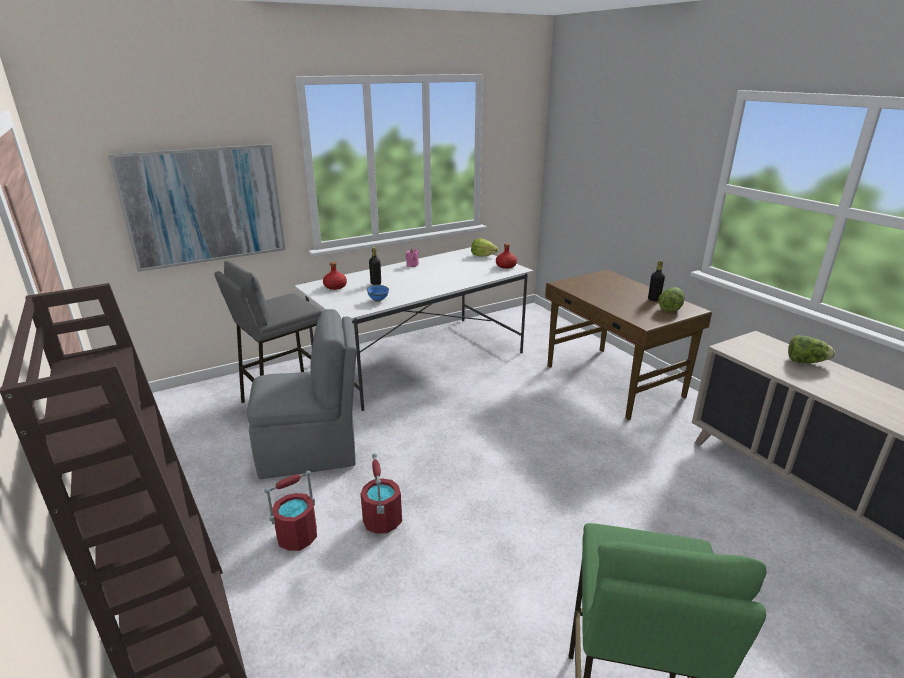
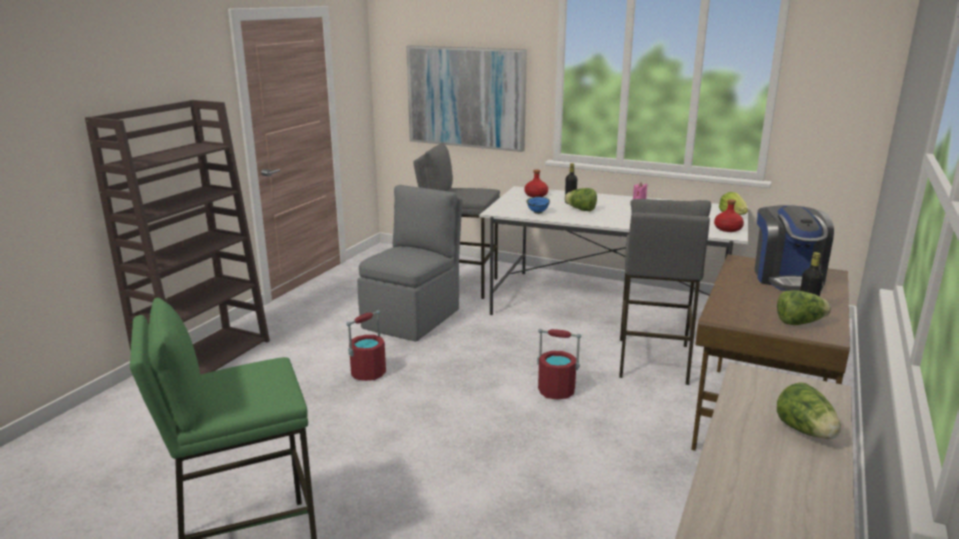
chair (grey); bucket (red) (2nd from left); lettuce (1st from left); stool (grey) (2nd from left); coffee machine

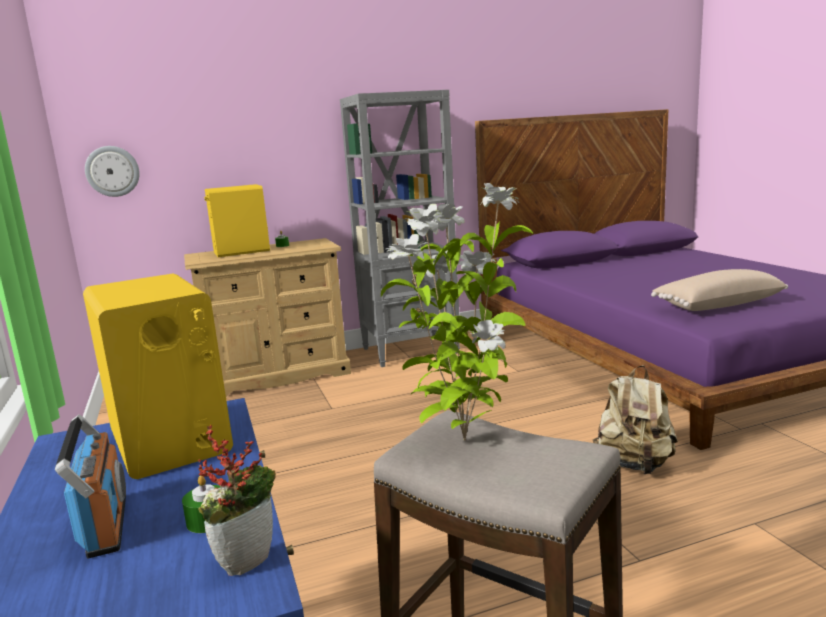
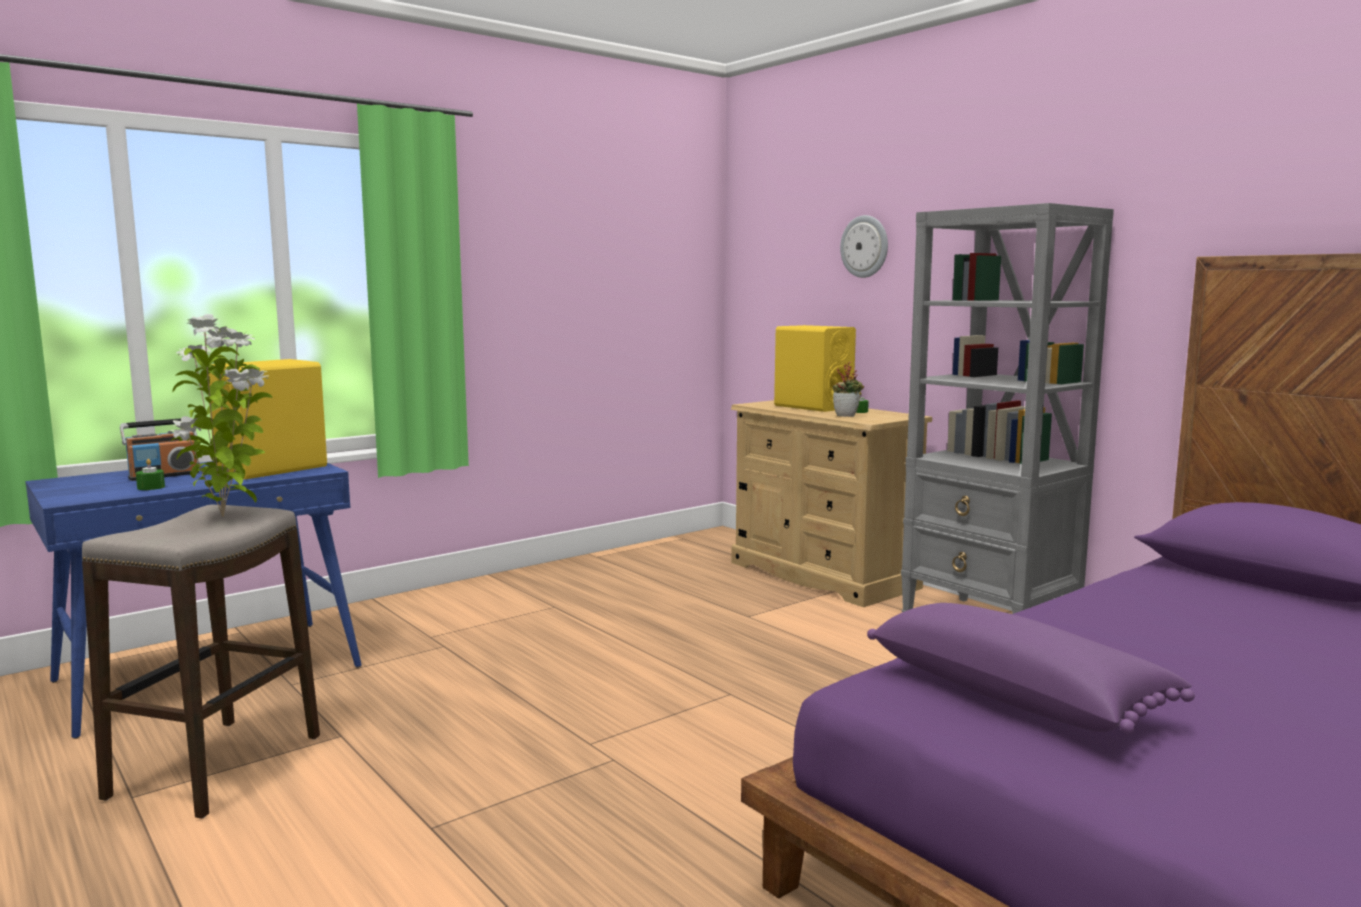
wall clock; potted plant (2nd from left); backpack (beige); pillow (purple)

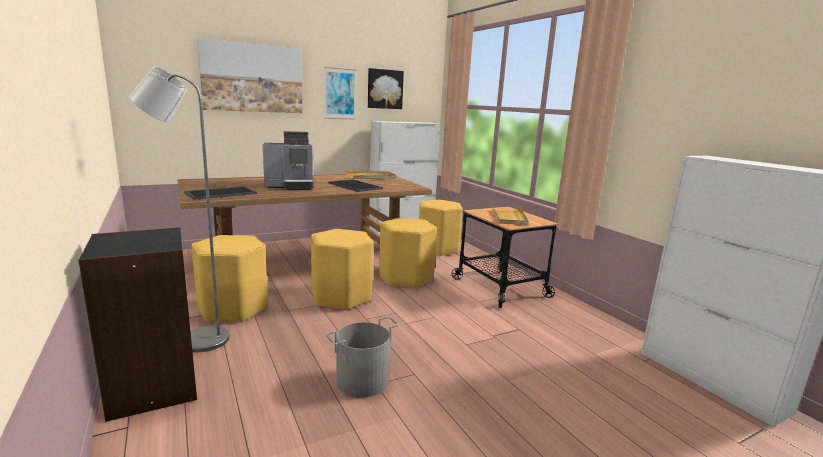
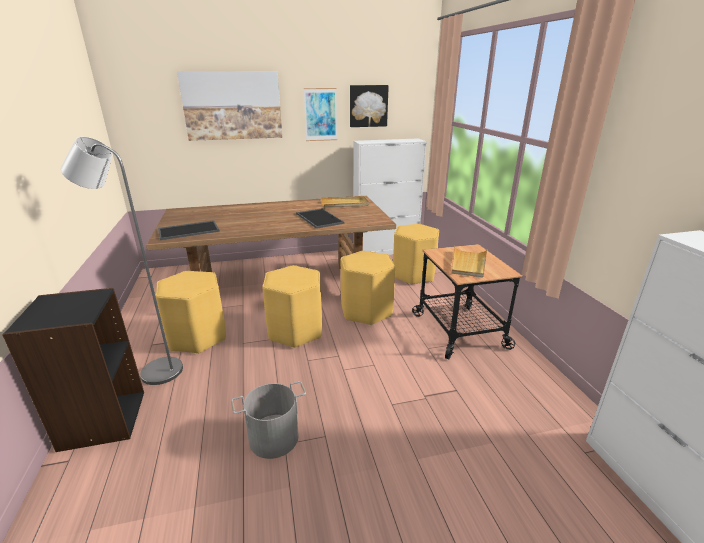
coffee machine

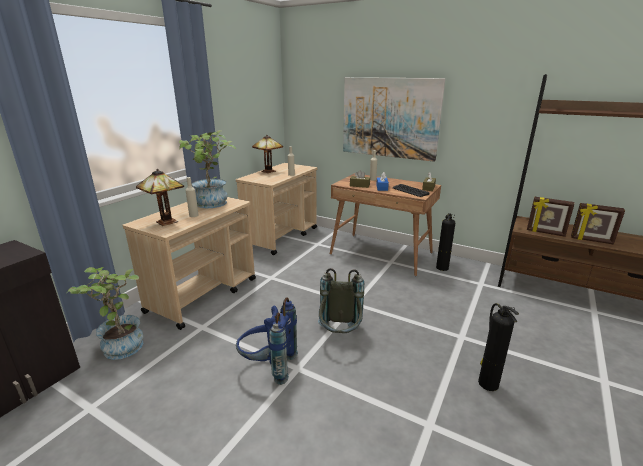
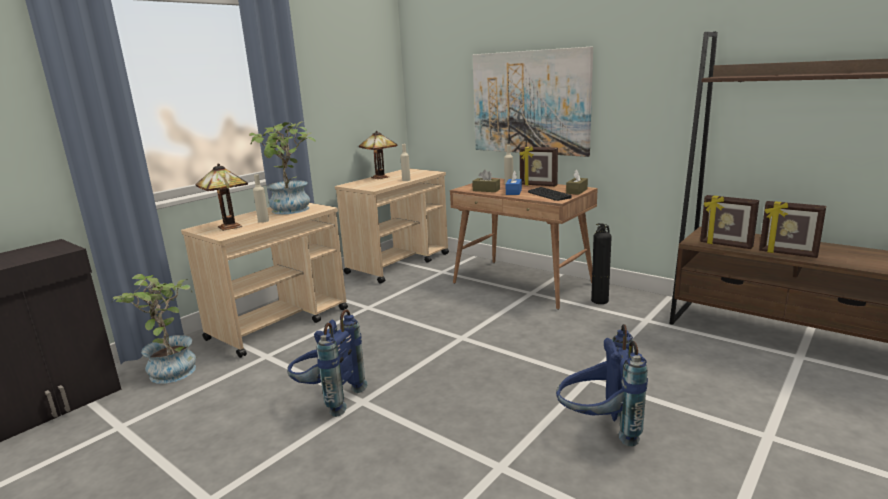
backpack (grey); backpack (blue) (2nd from left); picture frame (1st from left)

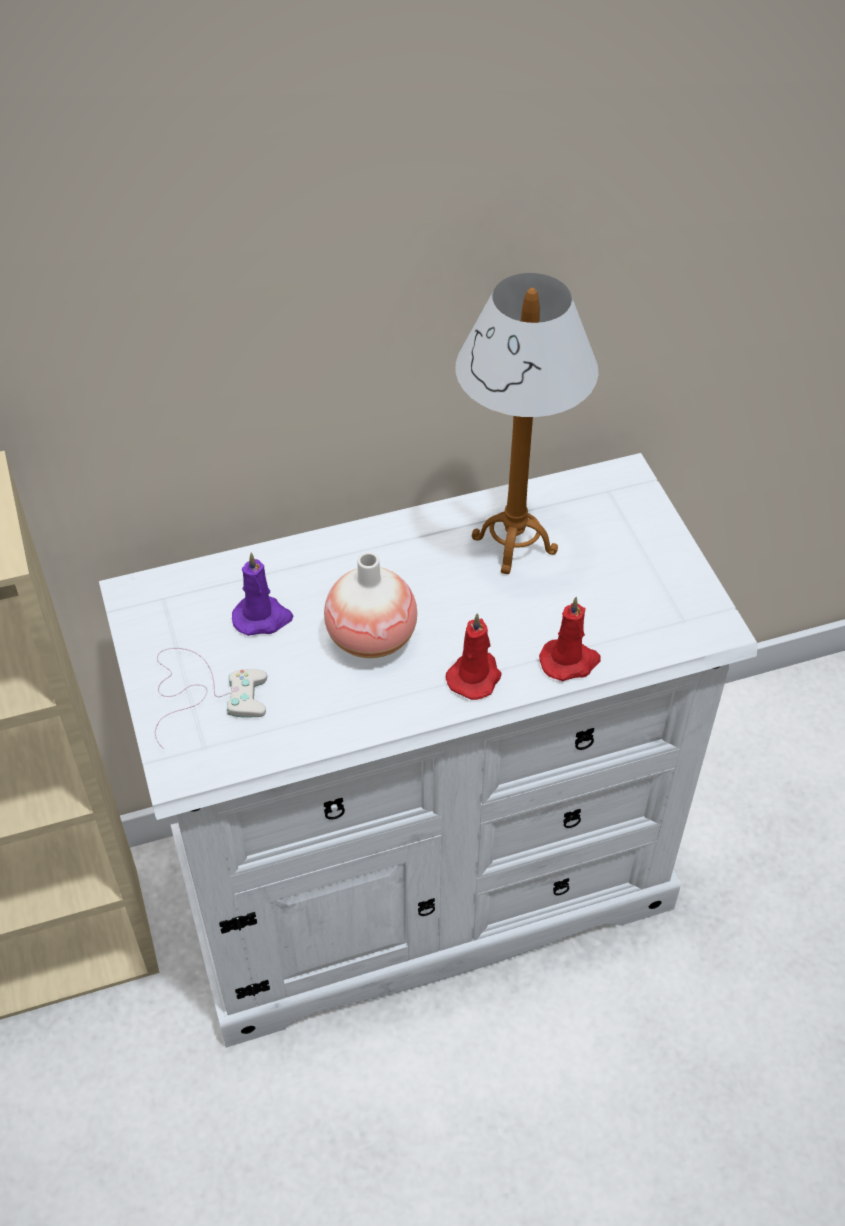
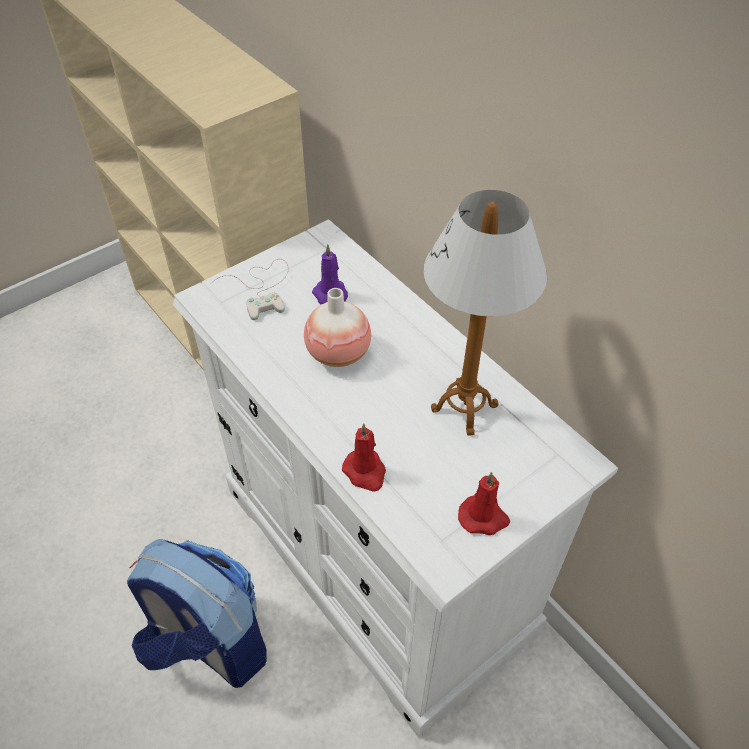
candle (red) (2nd from left); backpack

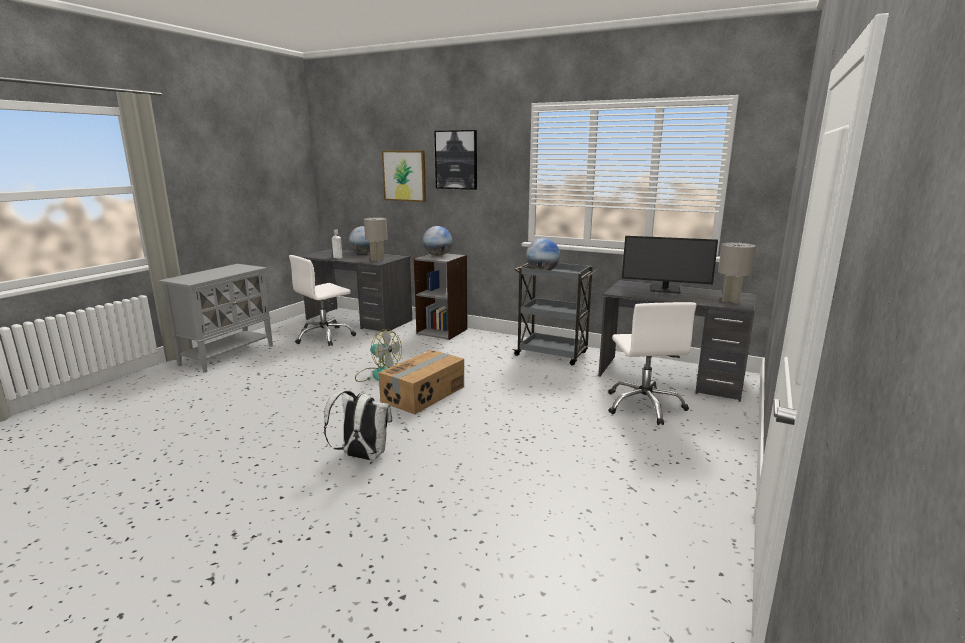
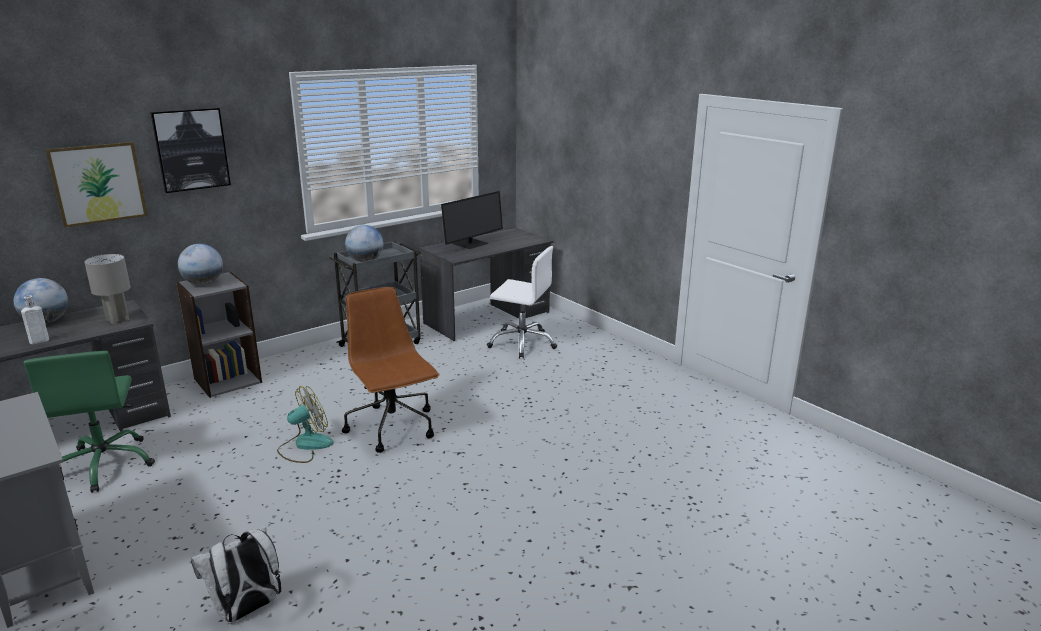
office chair (green); backpack (white); office chair (brown); table lamp (grey) (2nd from left in the first image)

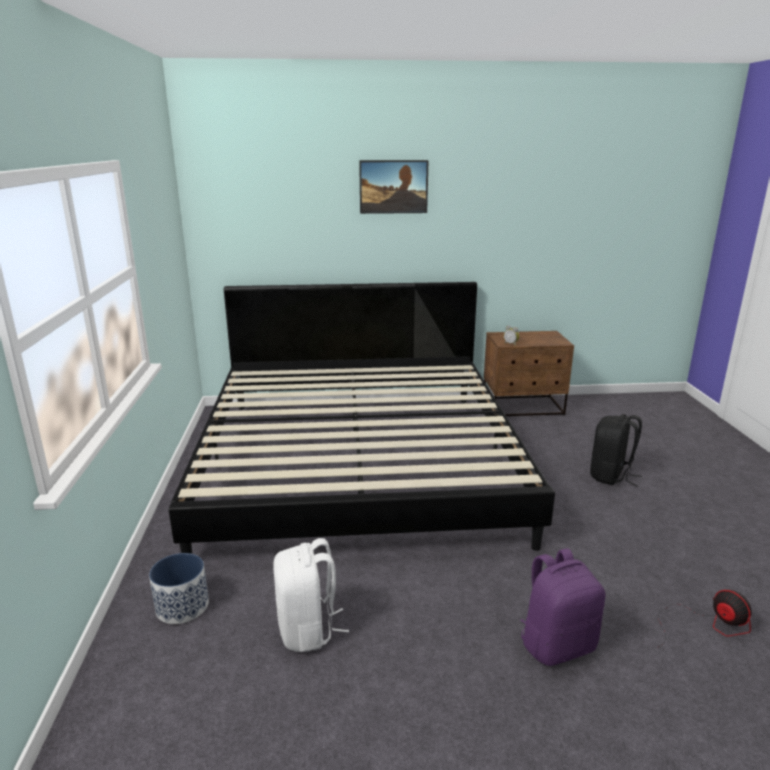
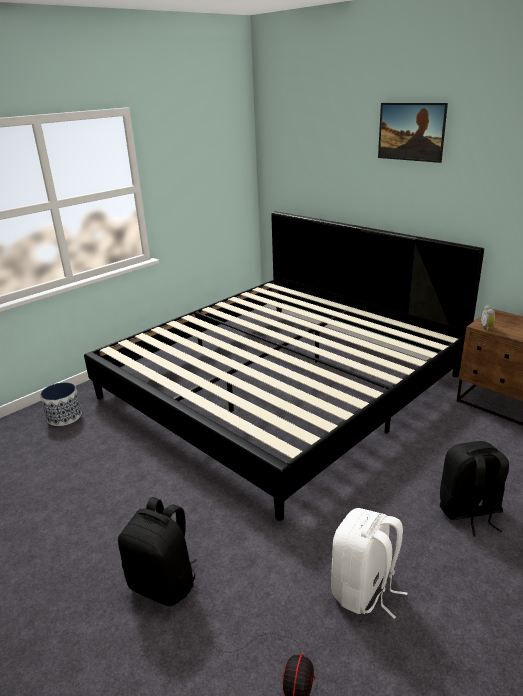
backpack (white); backpack (black) (1st from left)

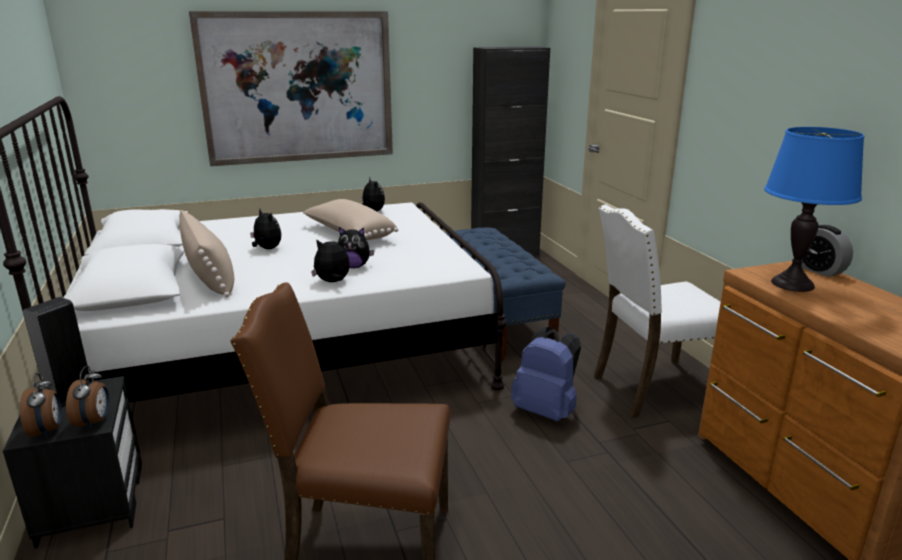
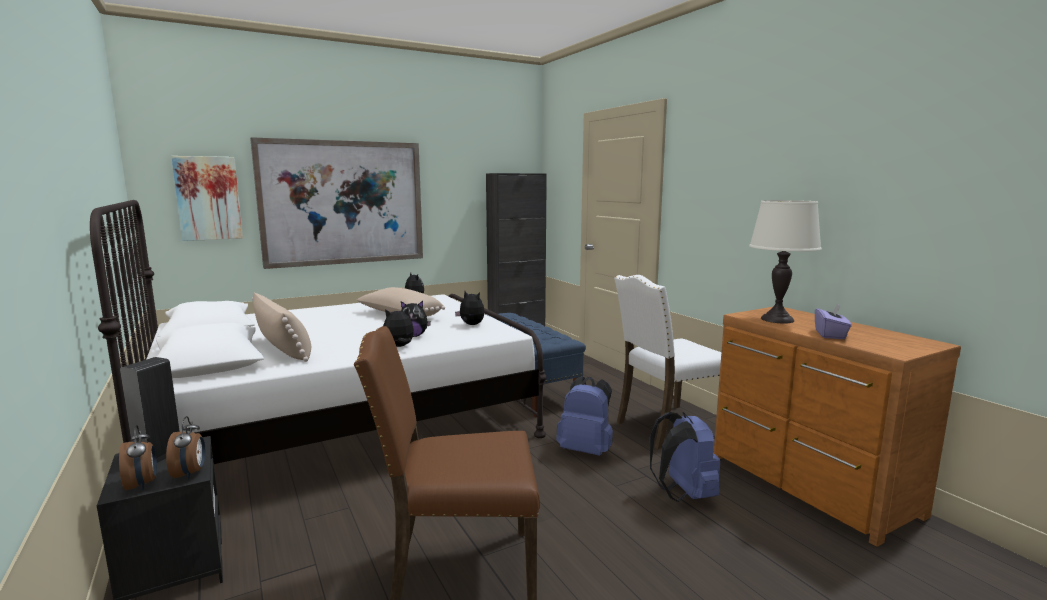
plush toy (4th from left); table lamp (white); alarm clock (3rd from left in the first image); picture (1st from left); backpack (blue) (2nd from left); tissue box (purple)

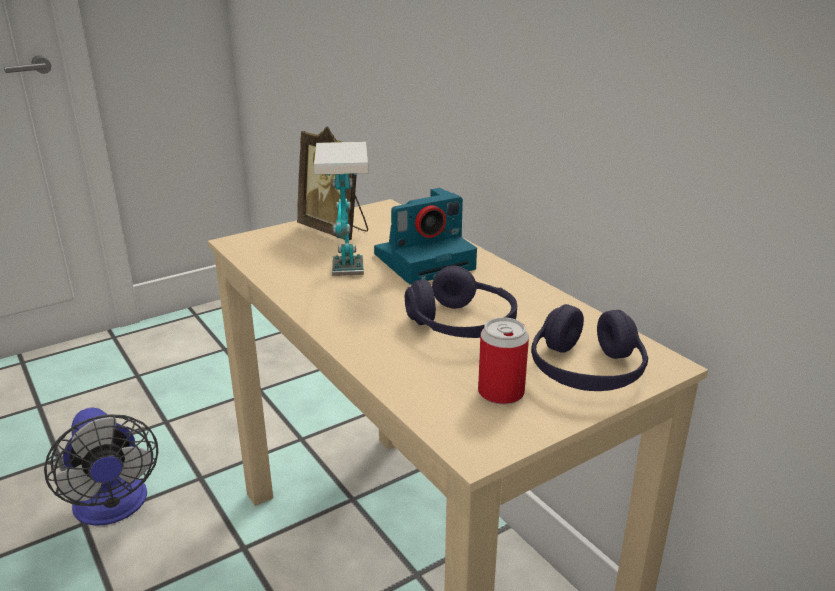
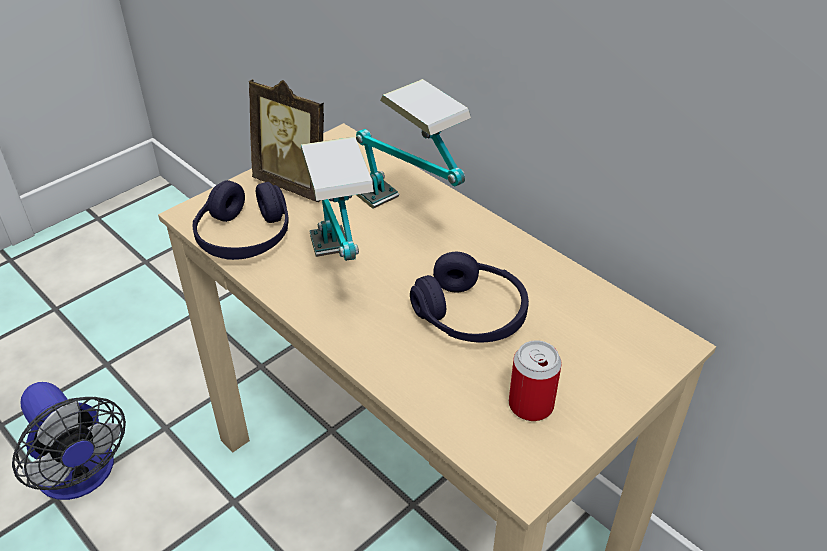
table lamp (2nd from left); headphones (purple) (1st from left)

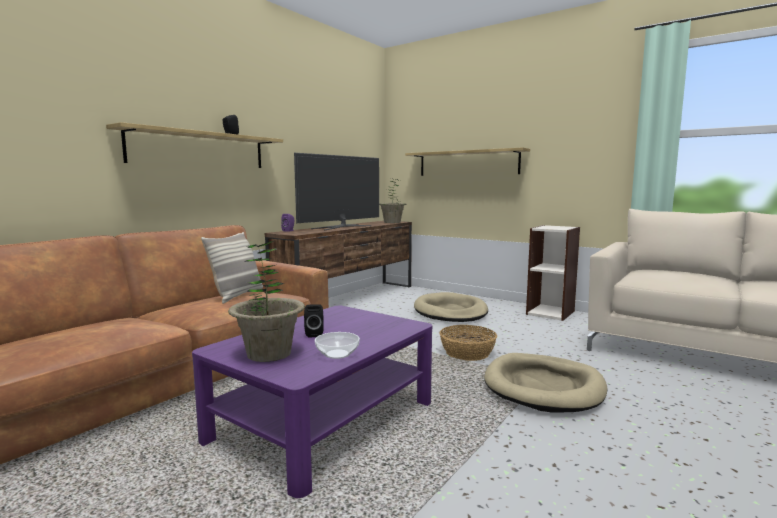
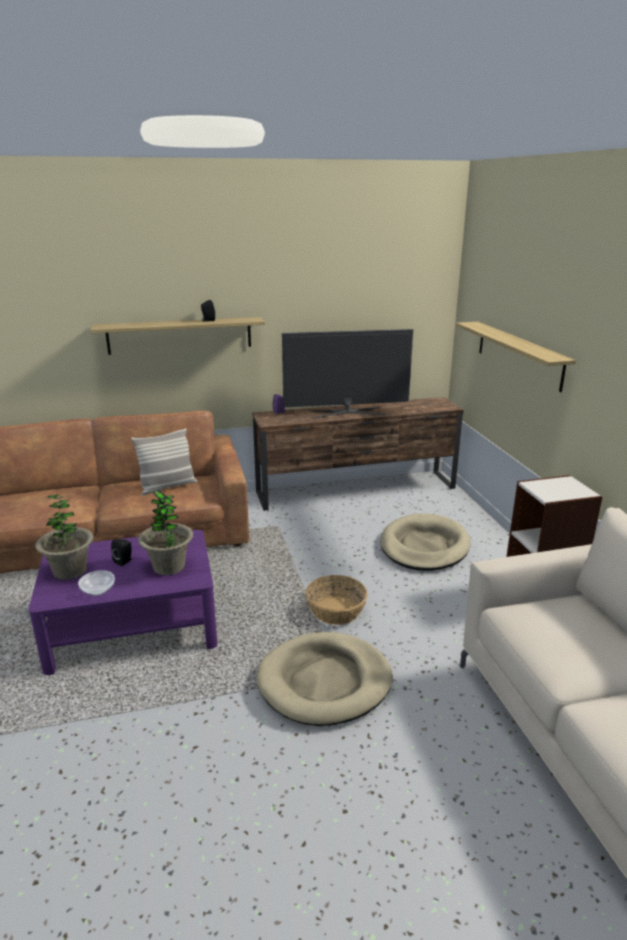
potted plant (2nd from left)

